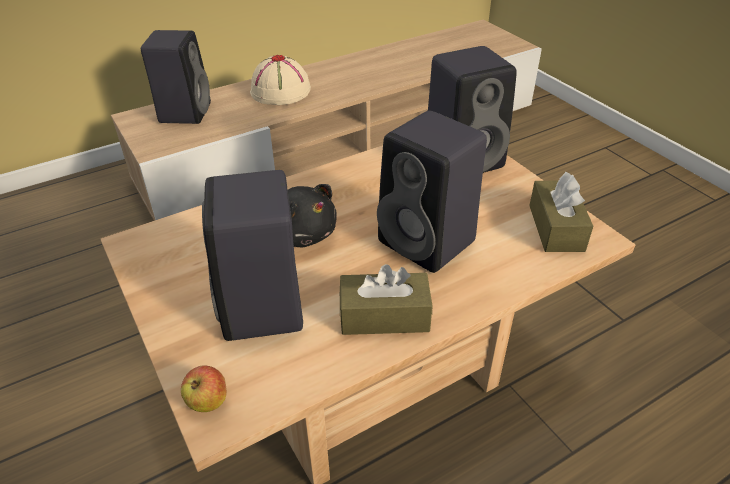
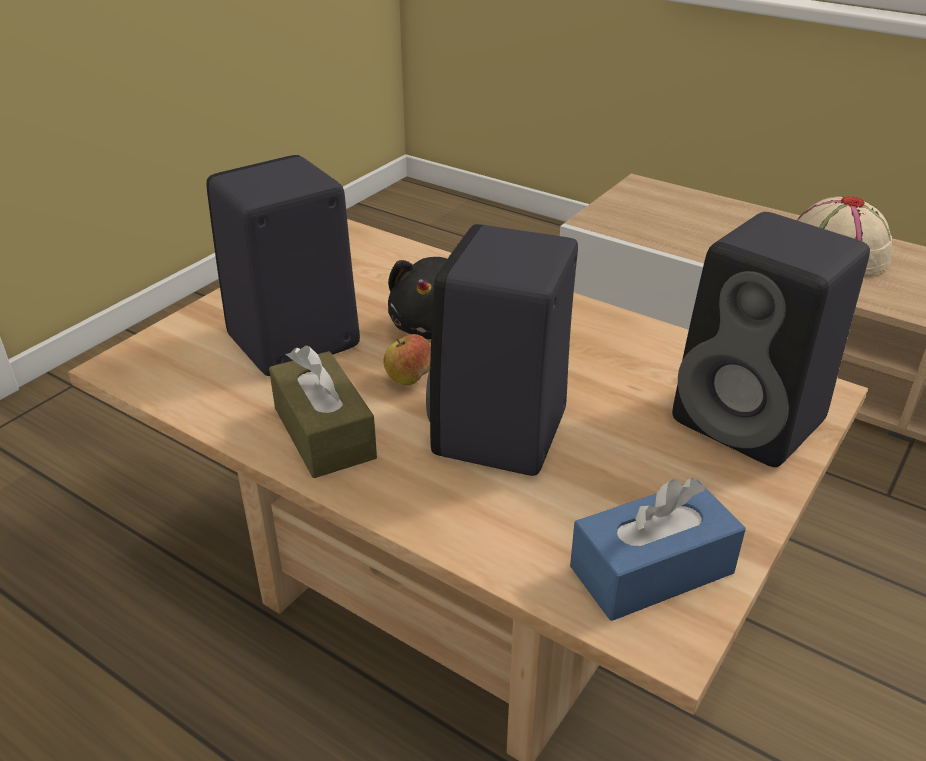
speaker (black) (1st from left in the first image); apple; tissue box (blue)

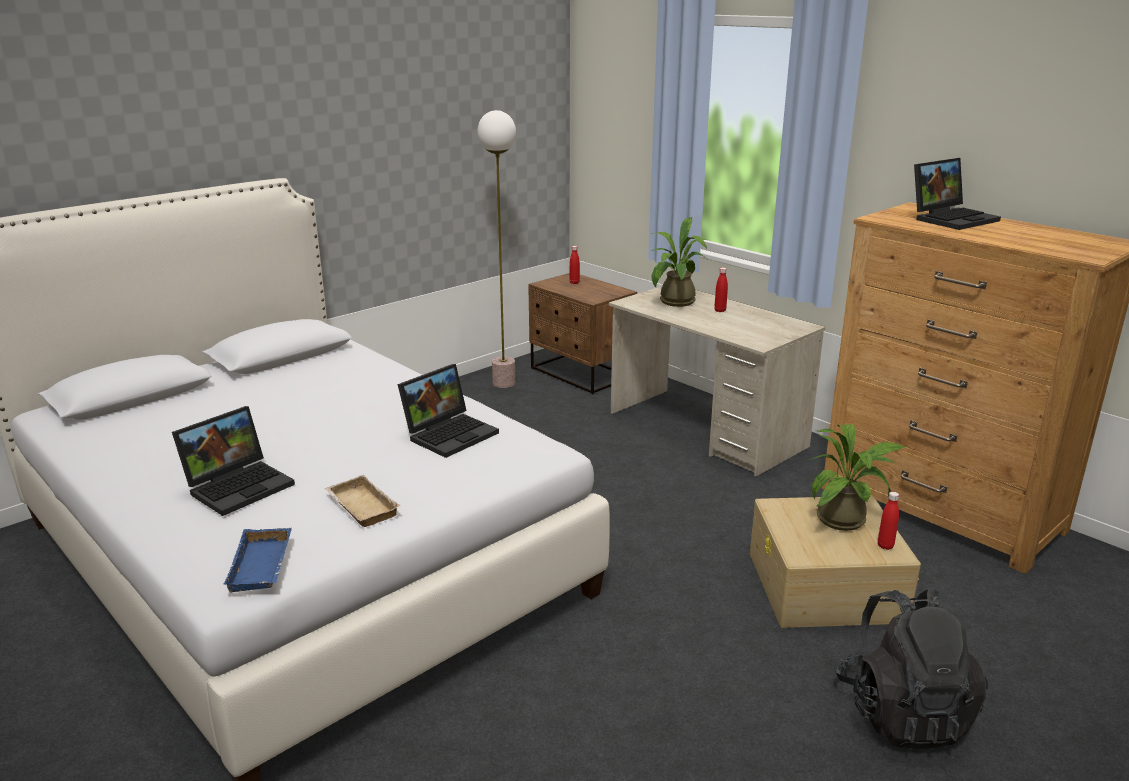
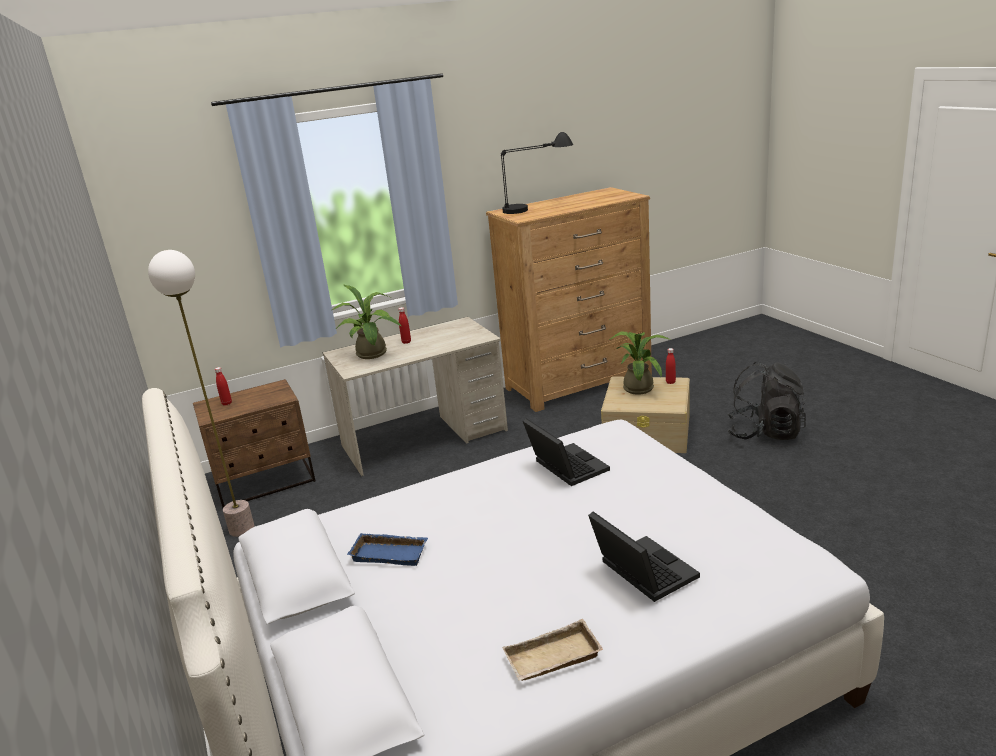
tray (blue); tray (beige); table lamp (black)

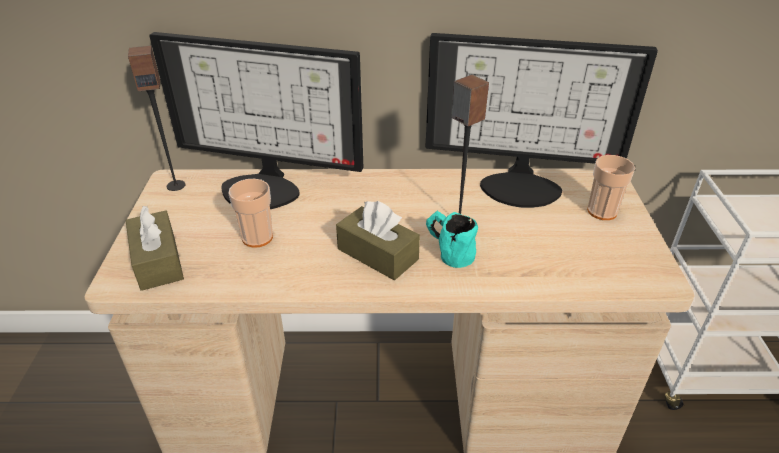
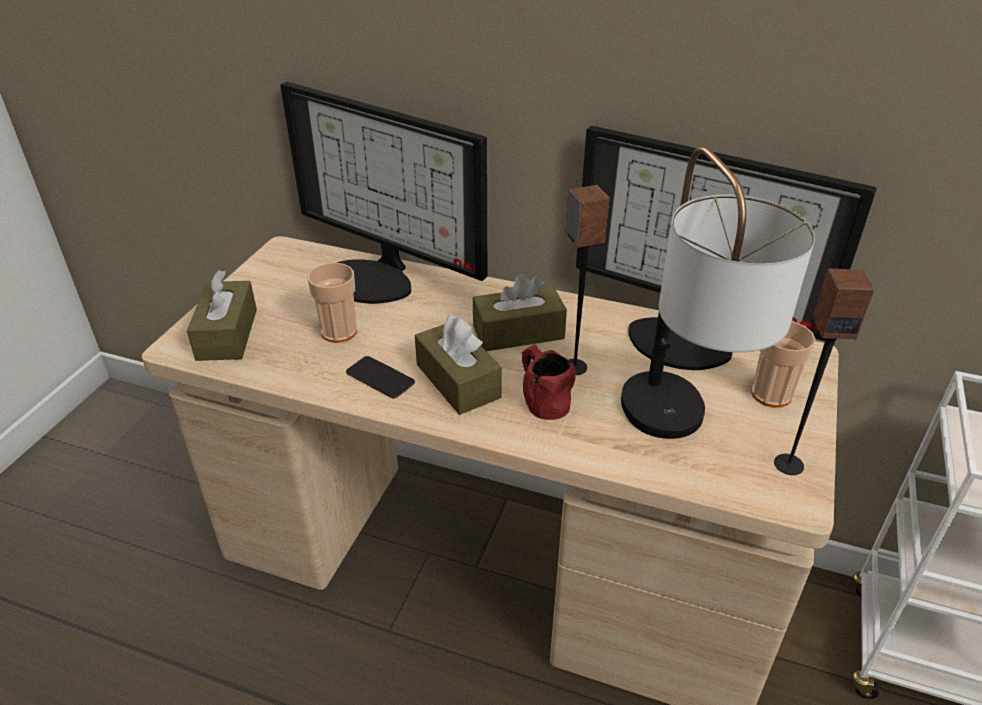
speaker (2nd from left); mug (red); phone; tissue box (brown) (3rd from left); table lamp

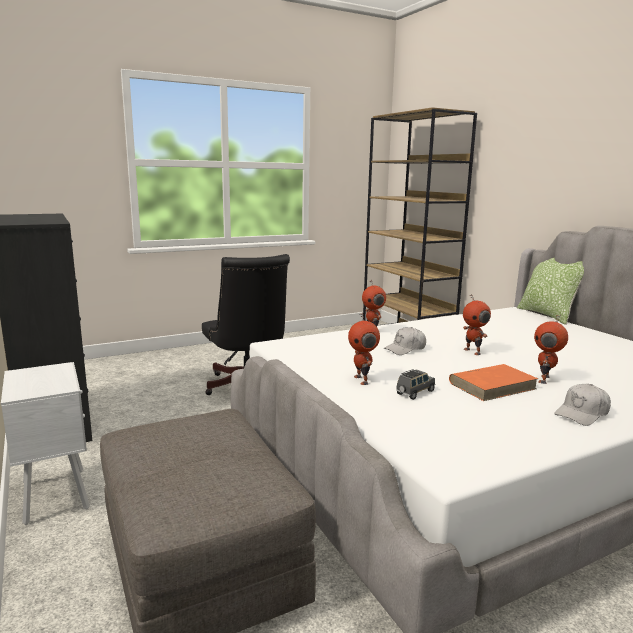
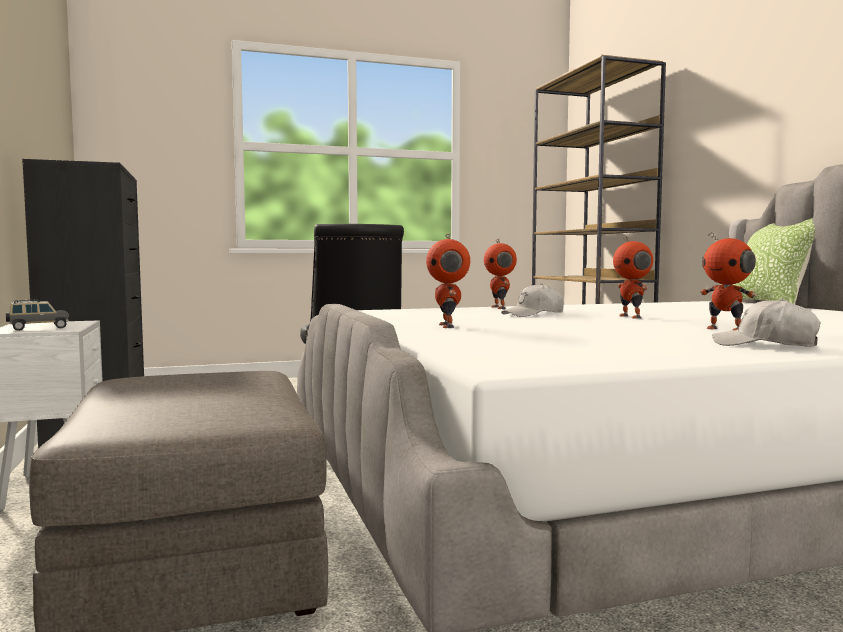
toy car (grey); book (orange); toy robot (4th from left); cap (white) (2nd from left)

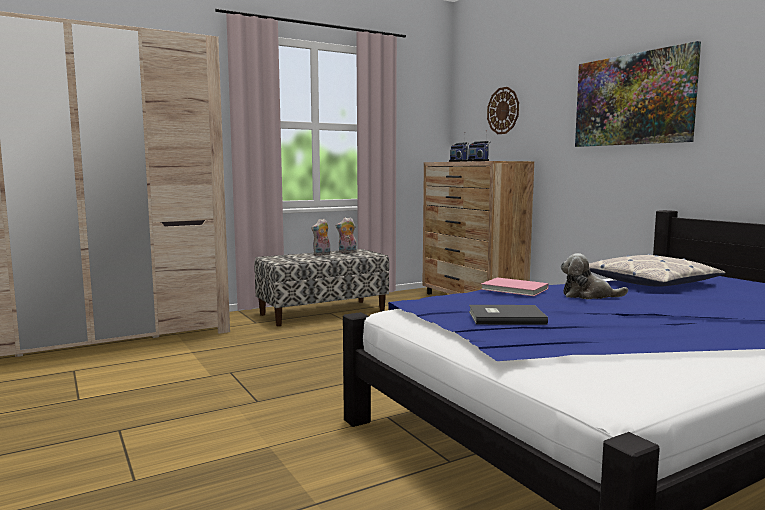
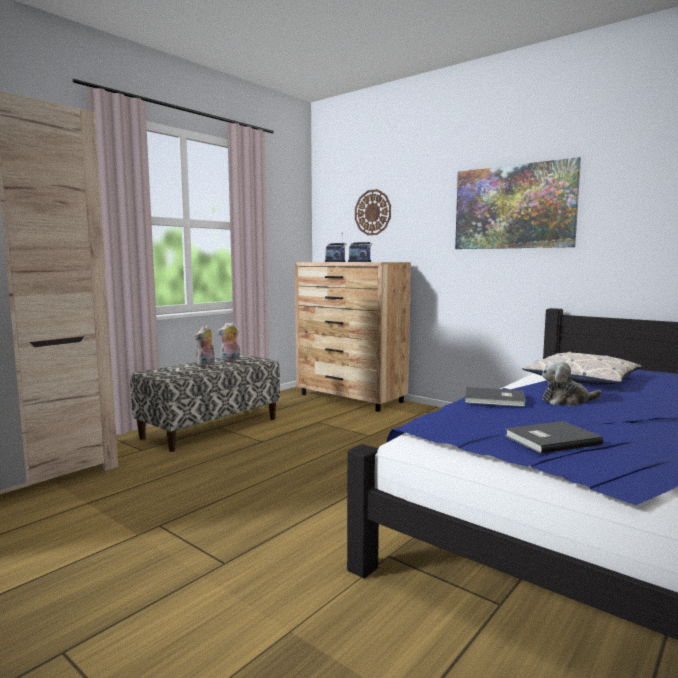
book (grey) (1st from left)

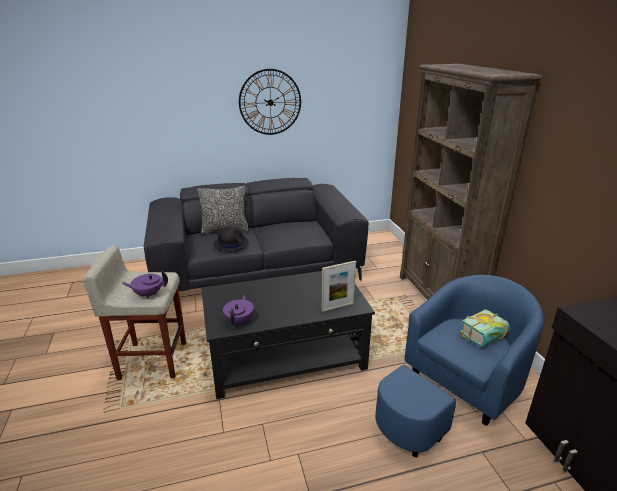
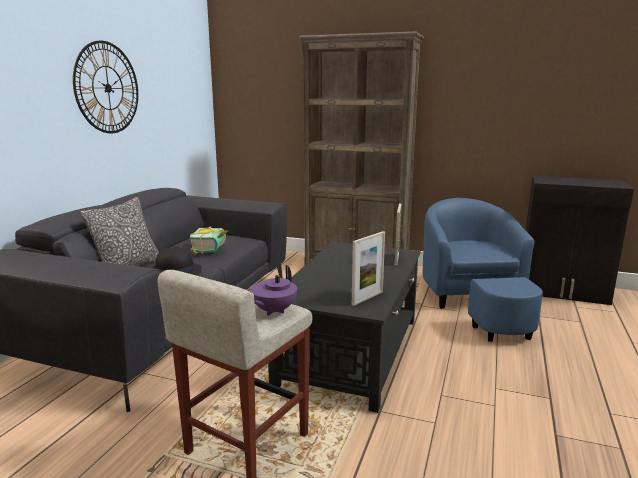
picture frame (1st from left); book

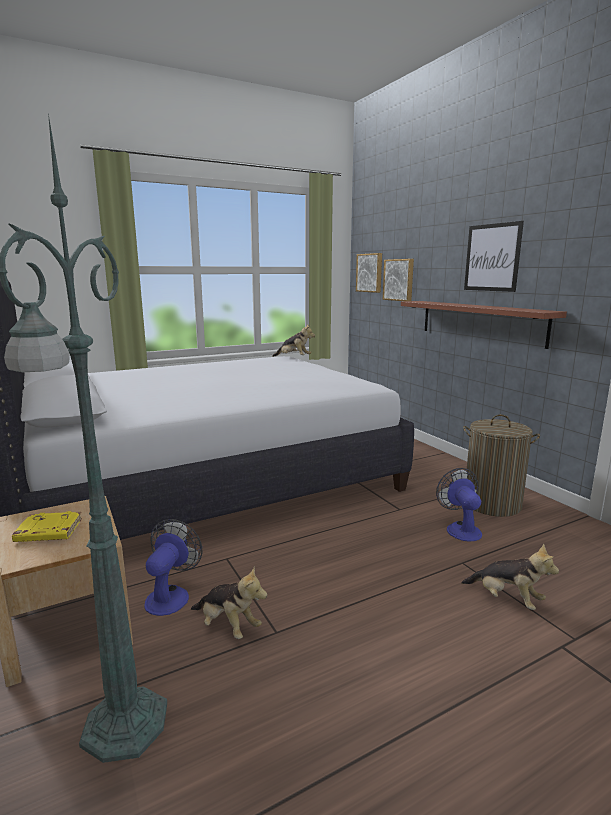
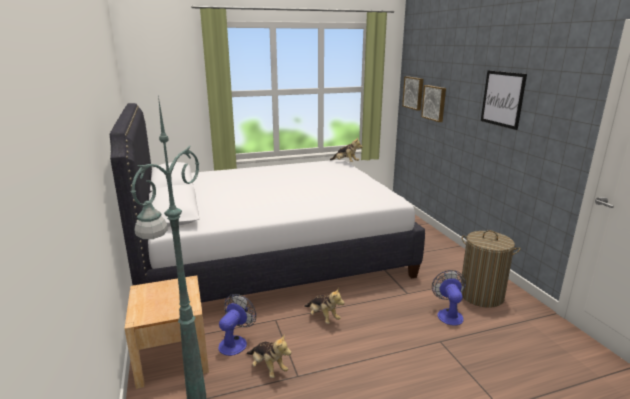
book (yellow); shelf; plush toy (2nd from left)

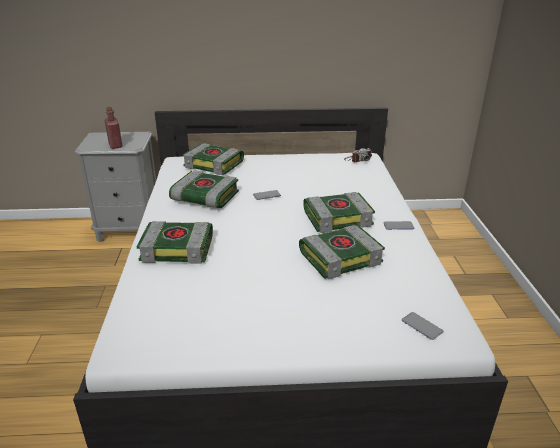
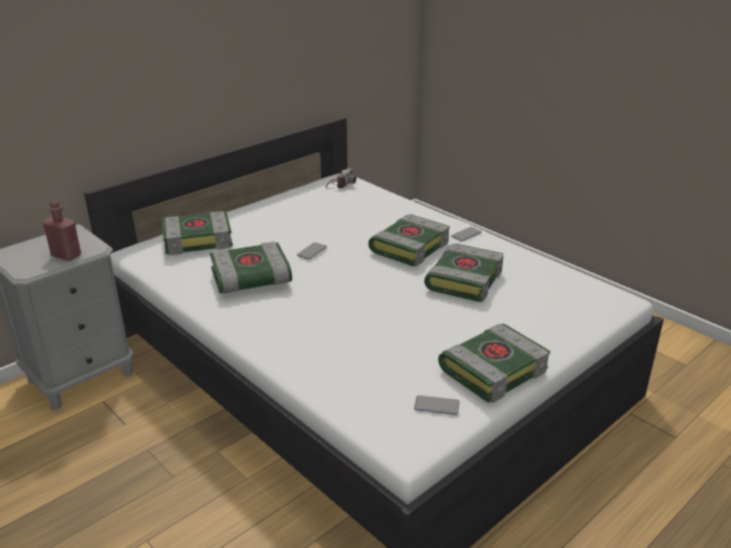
book (5th from left); phone (2nd from left)

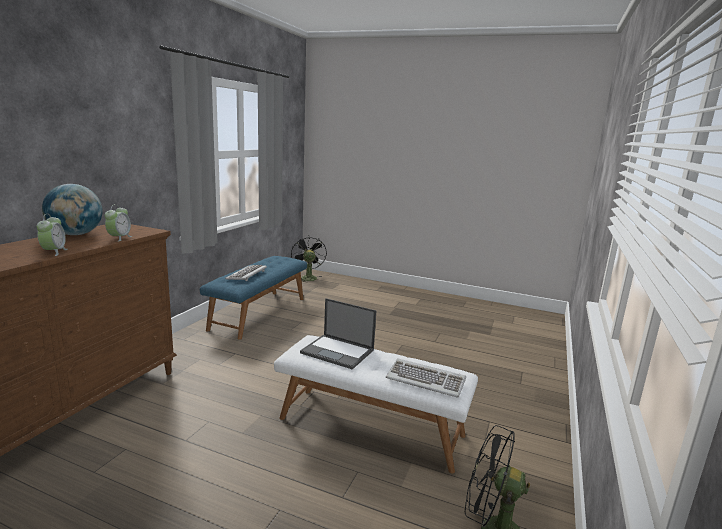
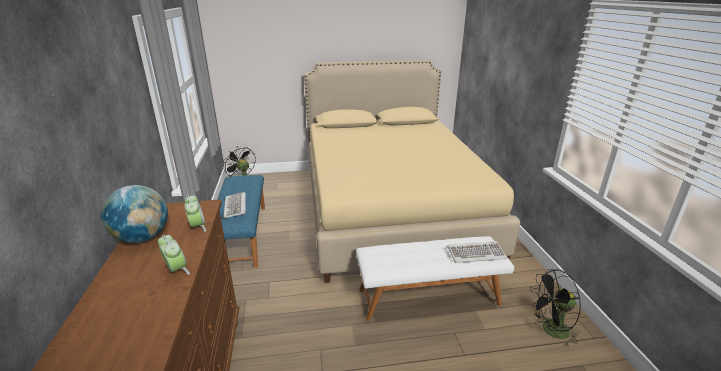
laptop; bed (beige)

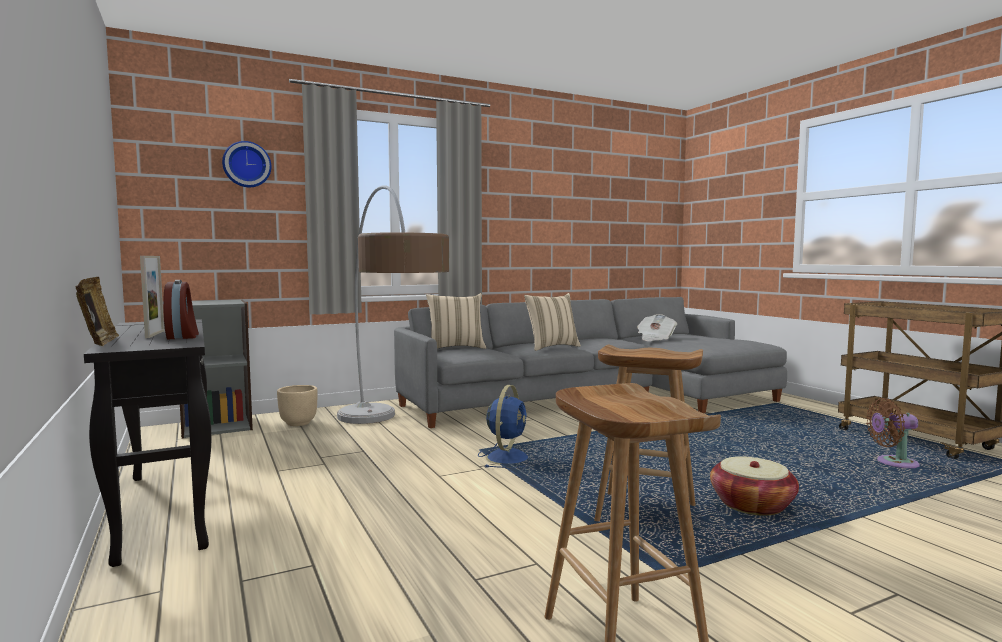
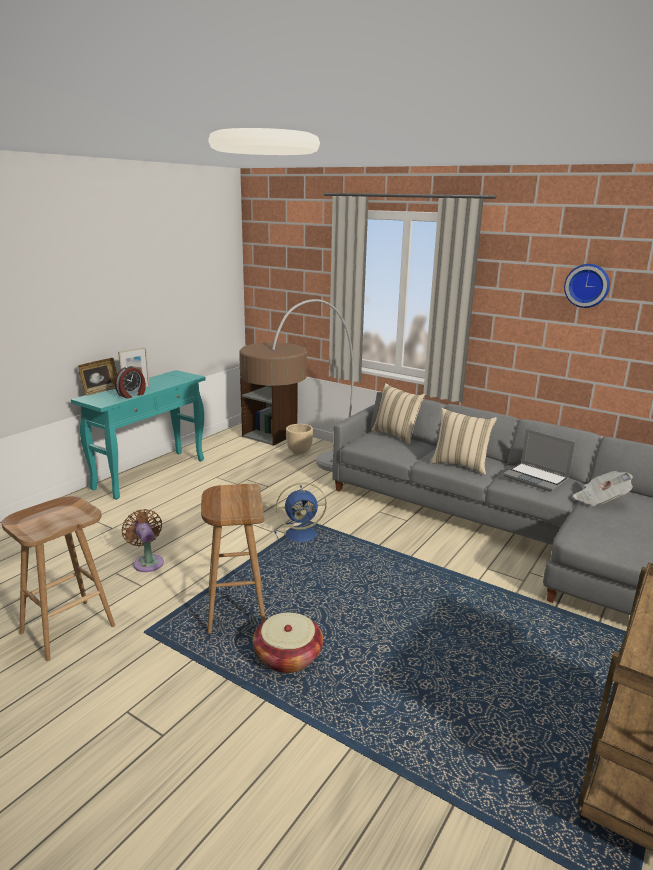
console table (turquoise); wall clock; fan (brown); laptop

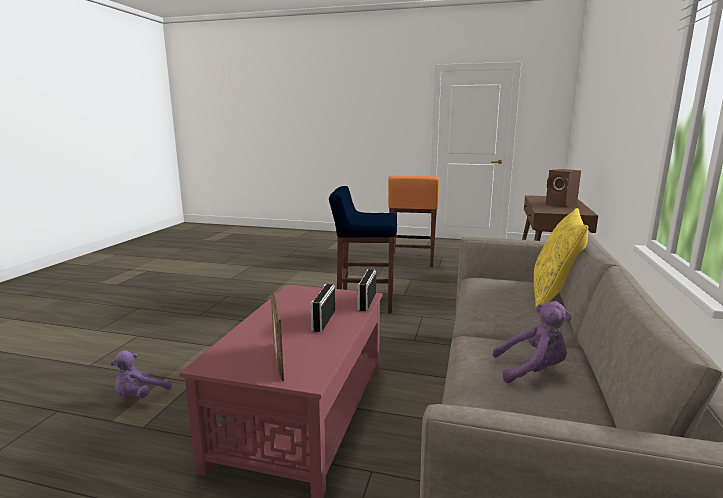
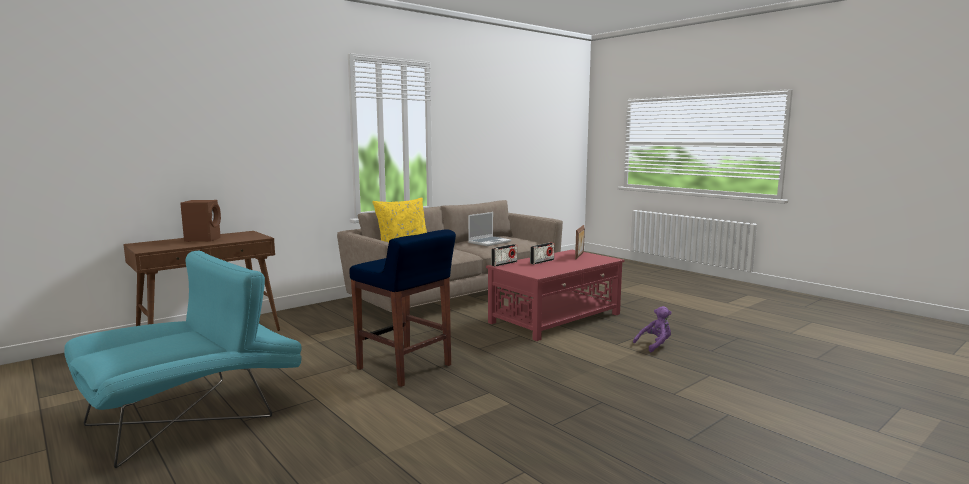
armchair (turquoise); laptop

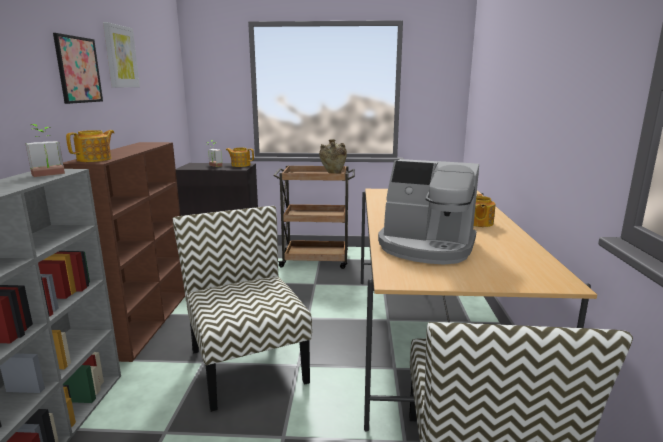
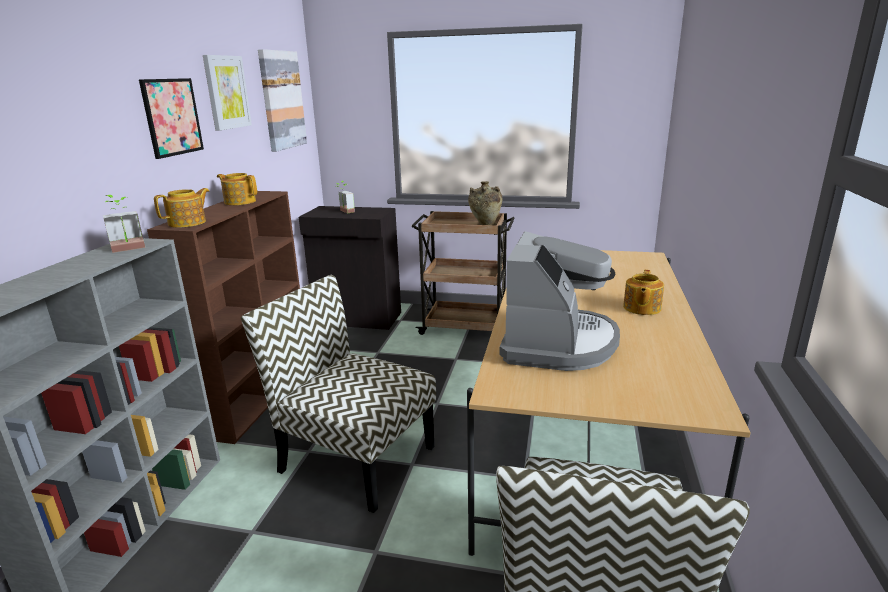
chair (1st from left); teapot (2nd from left); coffee machine; picture (3rd from left)

